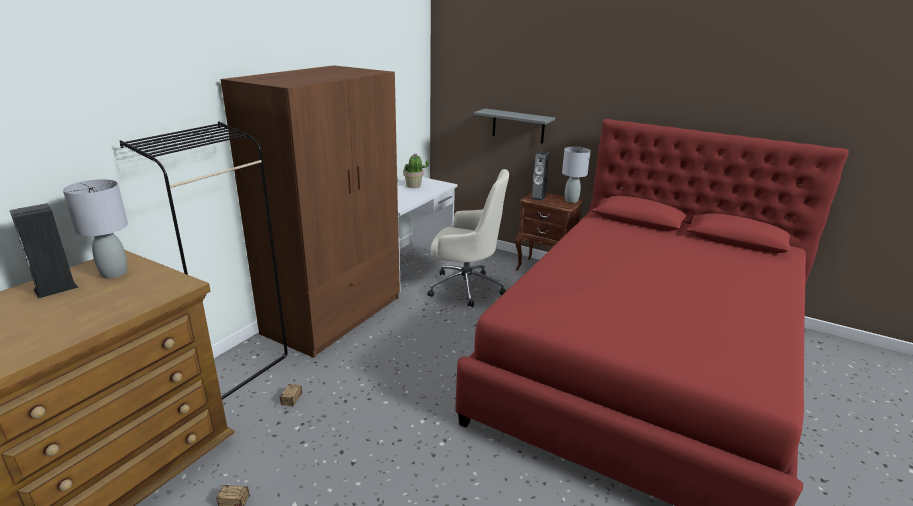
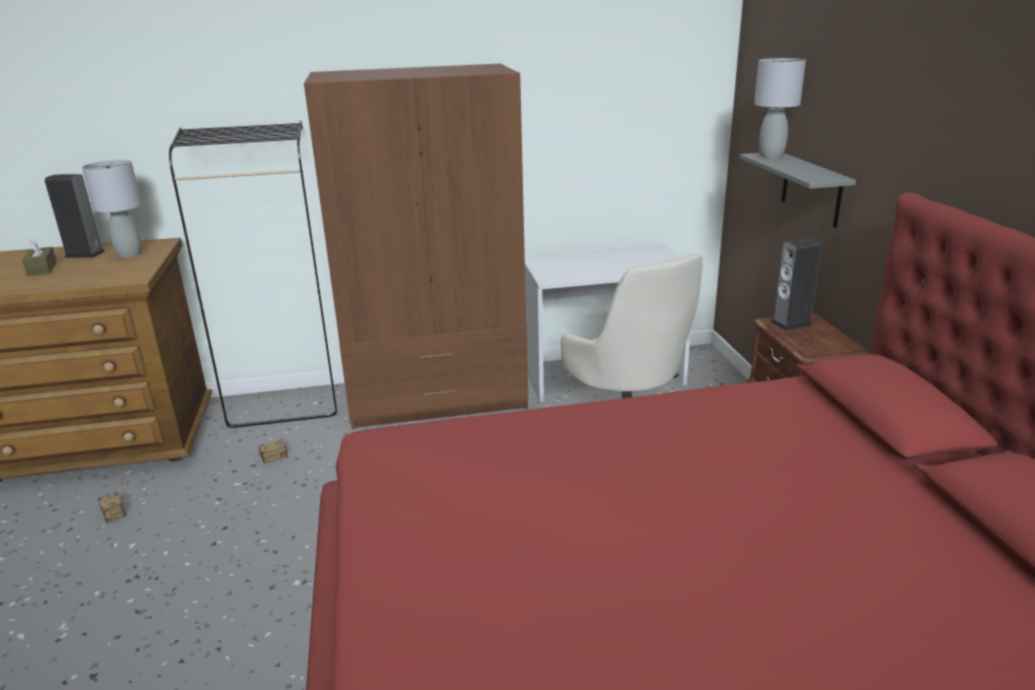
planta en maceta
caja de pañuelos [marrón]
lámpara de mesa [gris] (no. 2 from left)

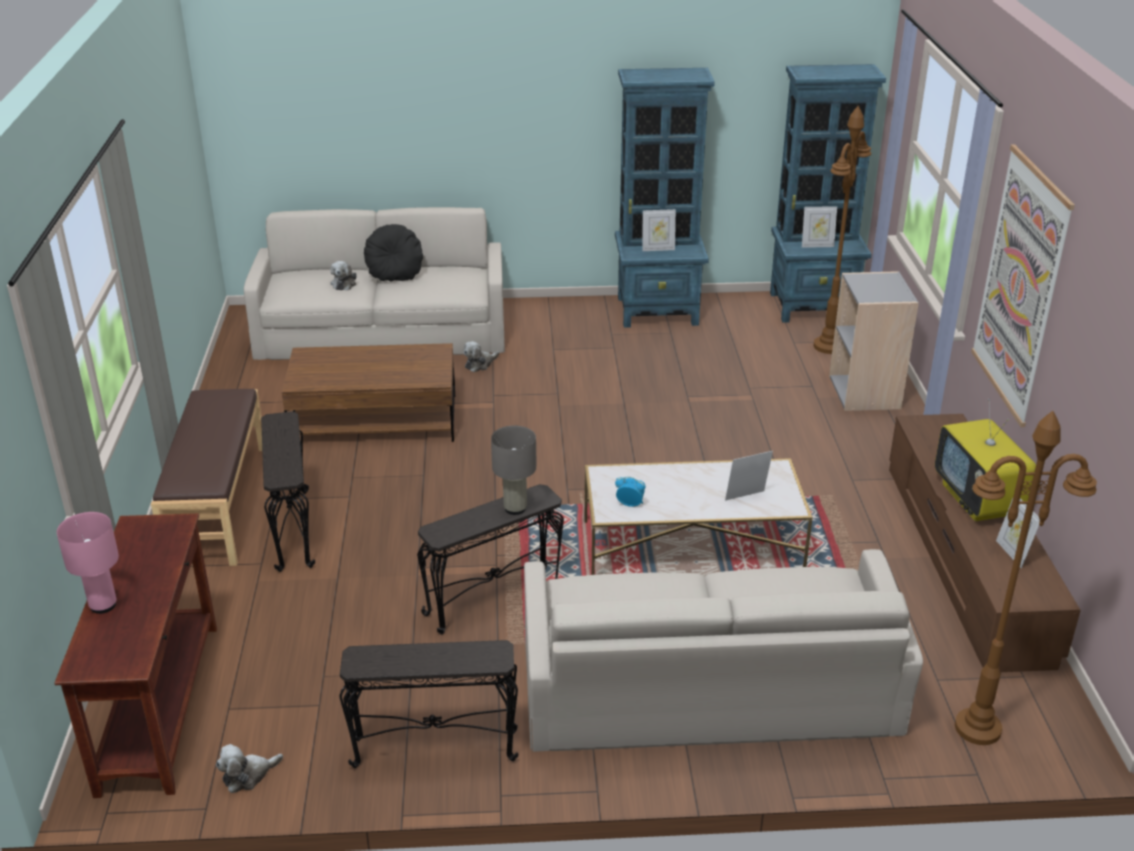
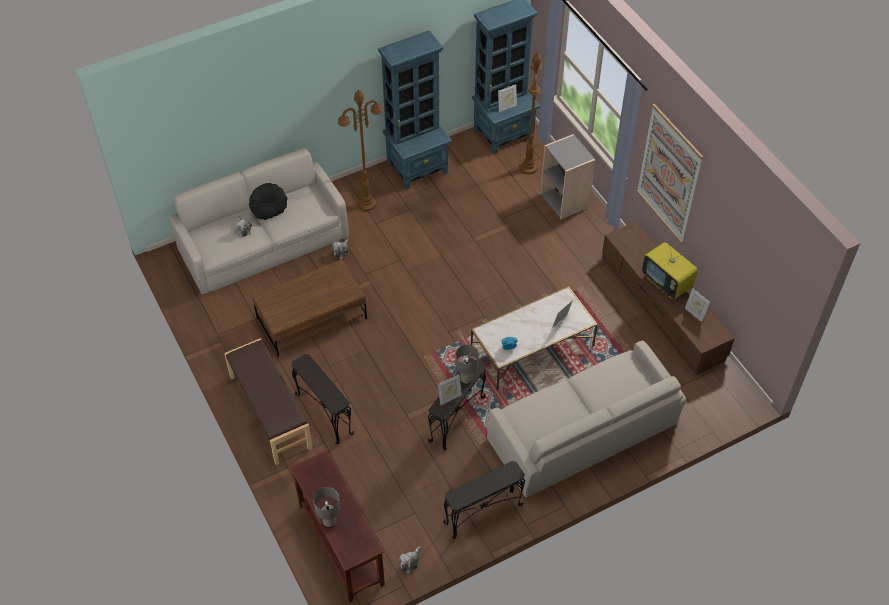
portarretratos (no. 1 from left)
lámpara de pie [marrón] (no. 1 from left)
lámpara de mesa [gris] (no. 1 from left)

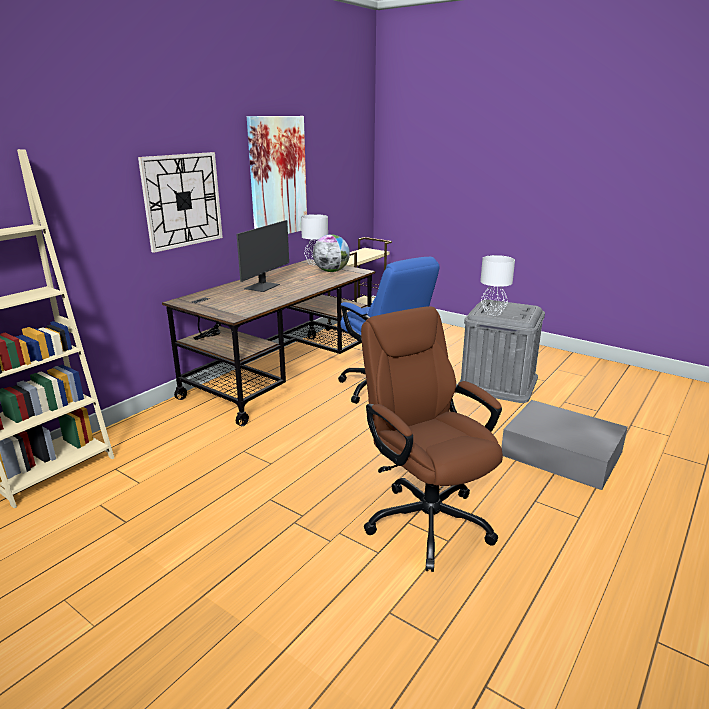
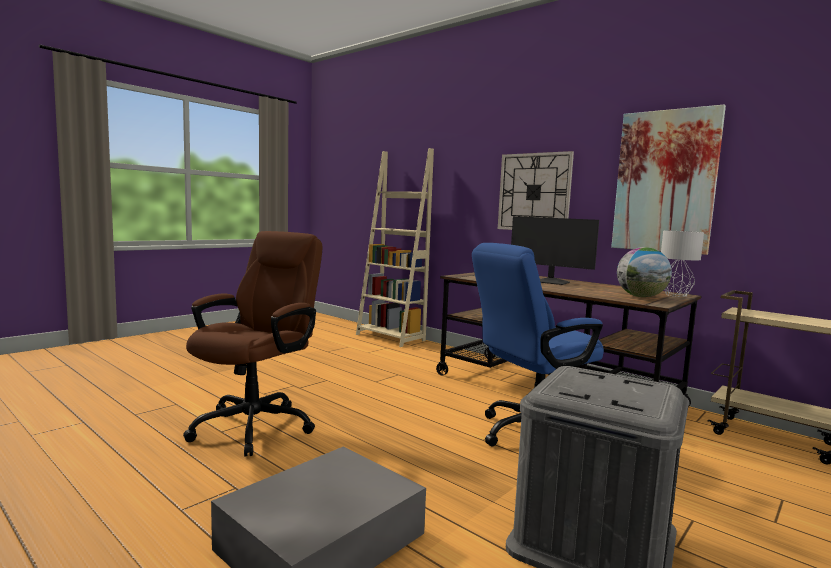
lámpara de mesa [gris] (no. 2 from left in the first image)
silla de oficina [marrón]

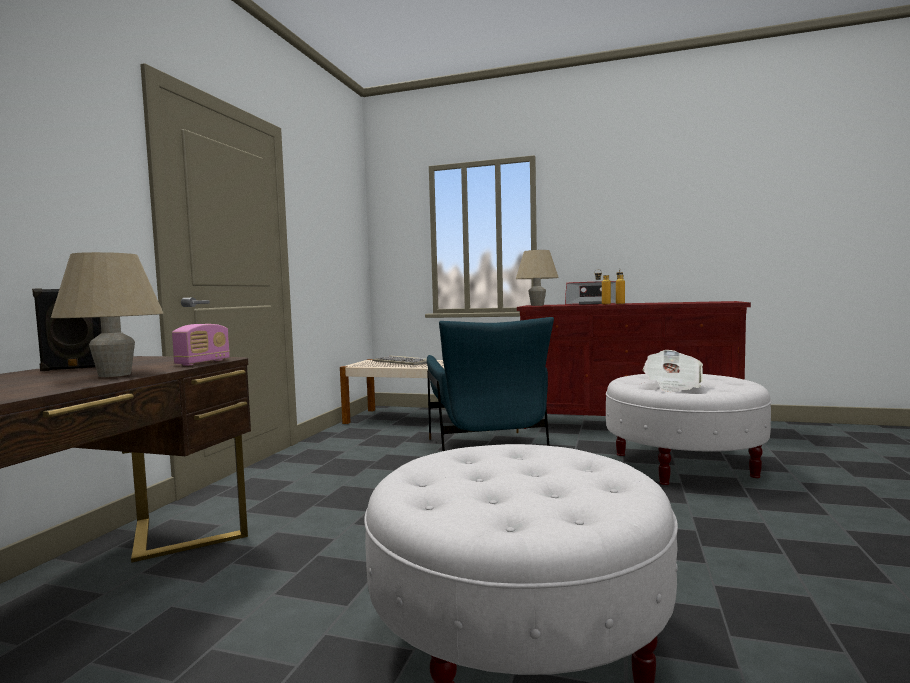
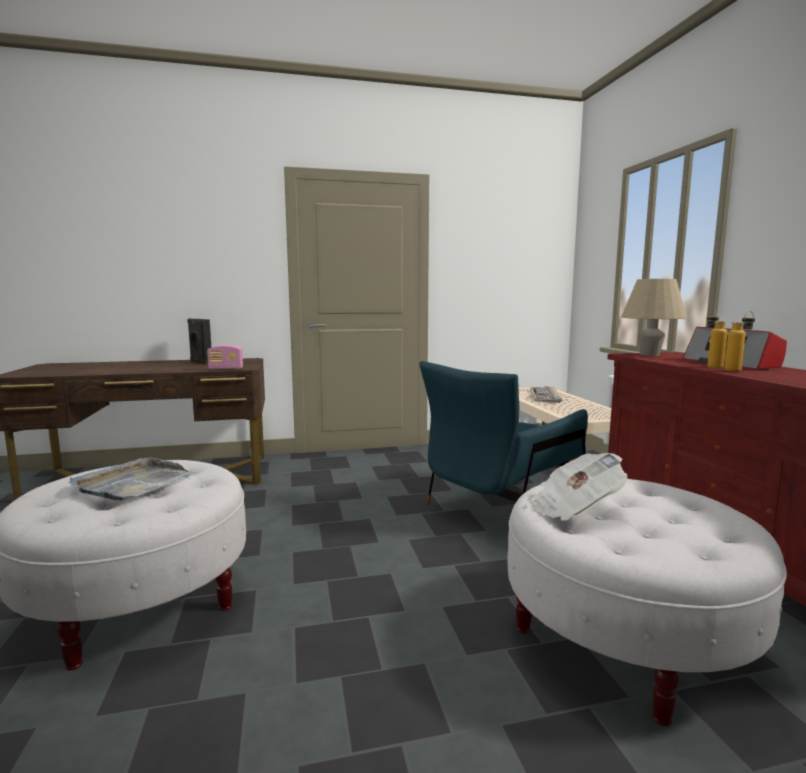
lámpara de mesa [beis] (no. 1 from left in the first image)
bandeja [gris]

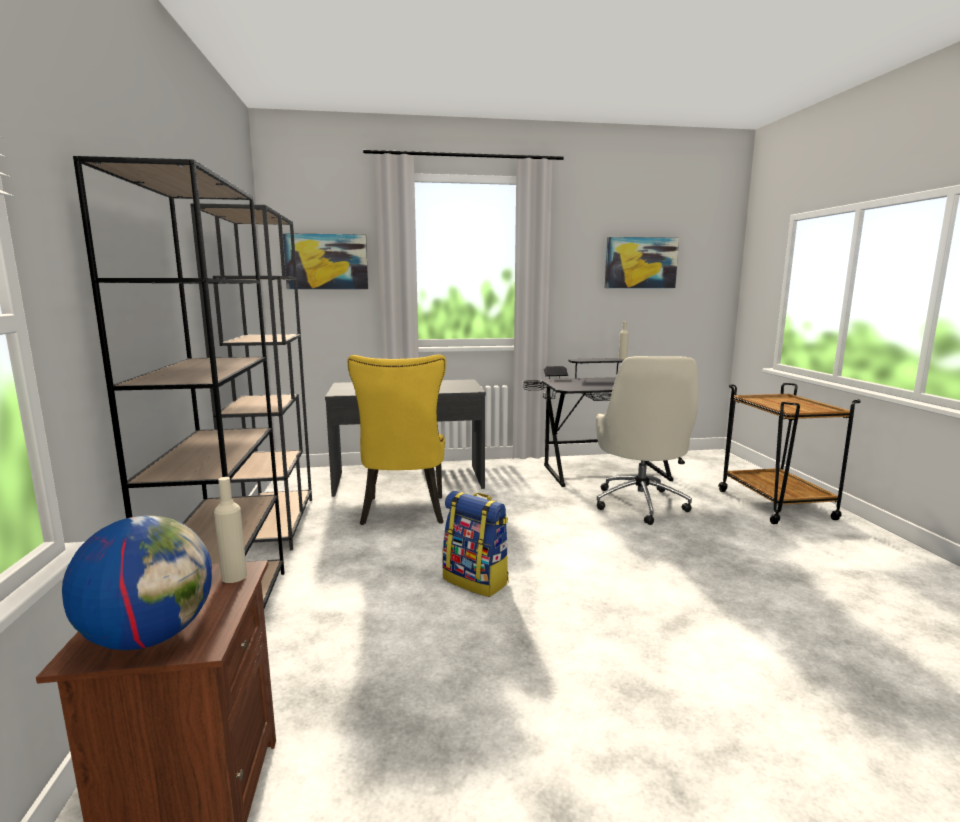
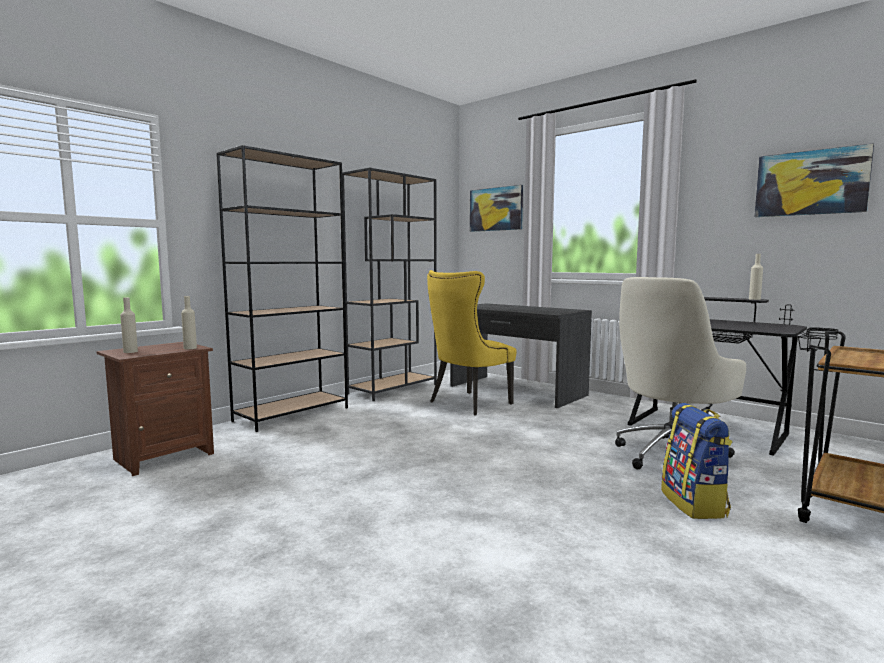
mochila
botella [beis] (no. 1 from left)

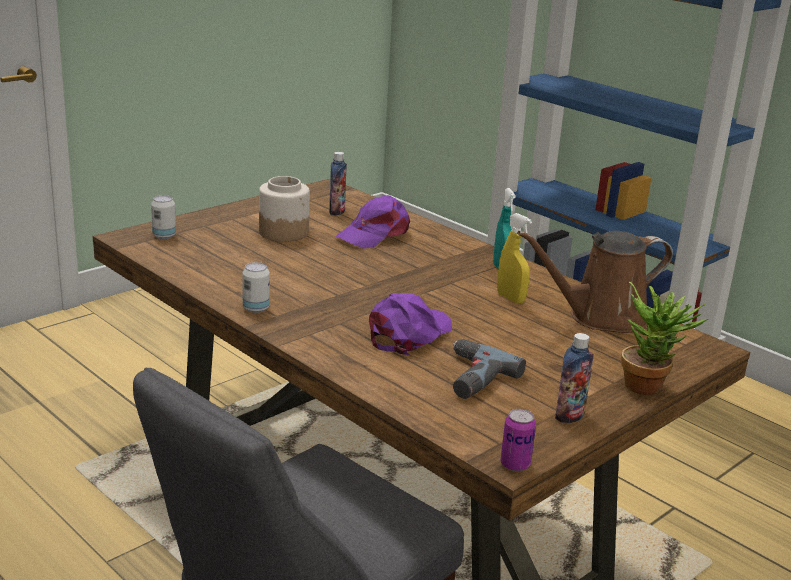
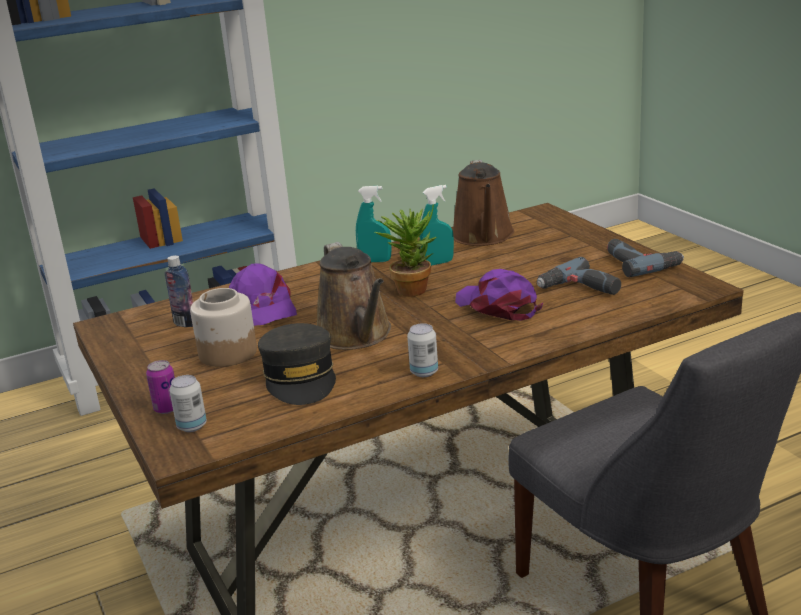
gorra [gris]
regadera [marrón] (no. 1 from left)
lata (no. 1 from left)
planta en maceta
taladro (no. 2 from left)
pulverizador [turquesa] (no. 2 from left)

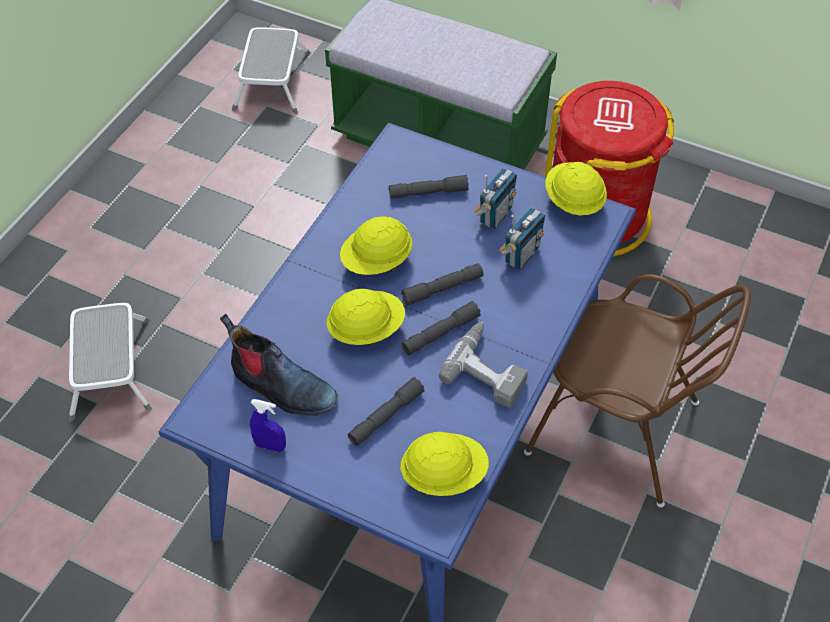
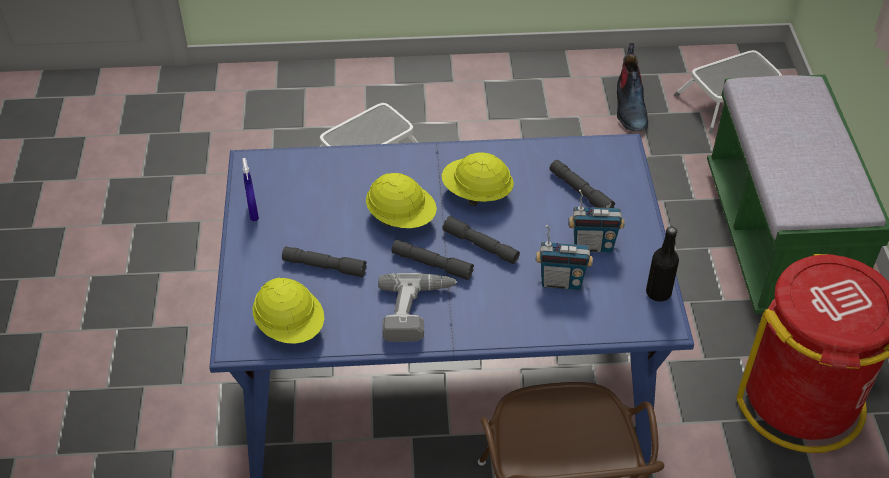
bota
botella [negro]

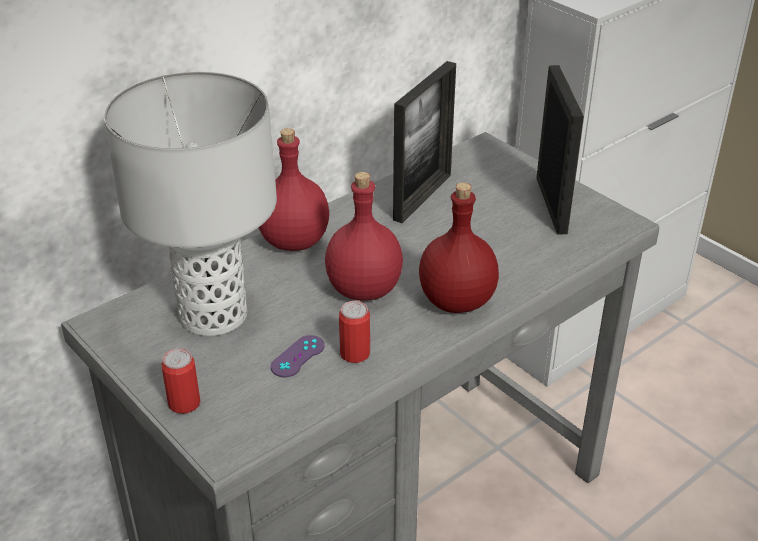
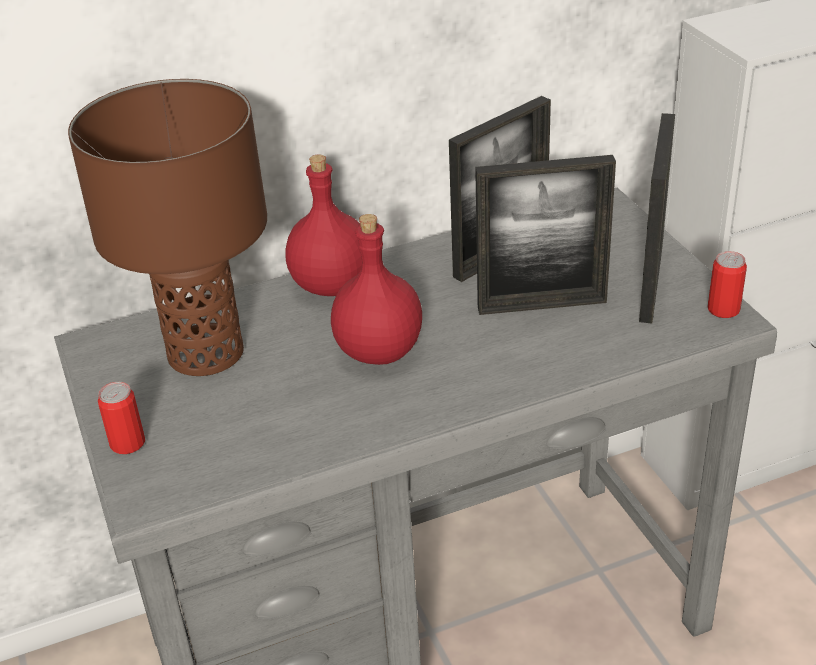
mando de consola [morado]
botella [rojo] (no. 3 from left in the first image)
portarretratos (no. 2 from left)
lata (no. 2 from left)
lámpara de mesa [marrón]

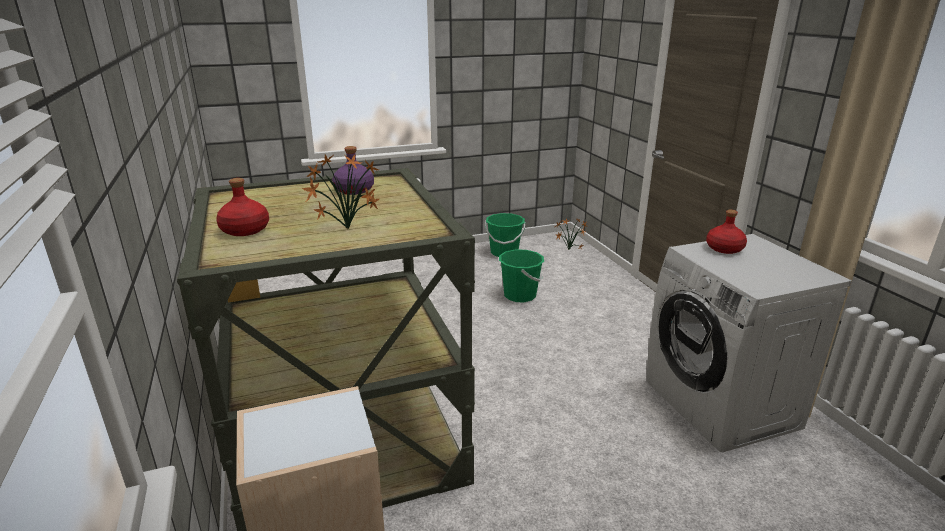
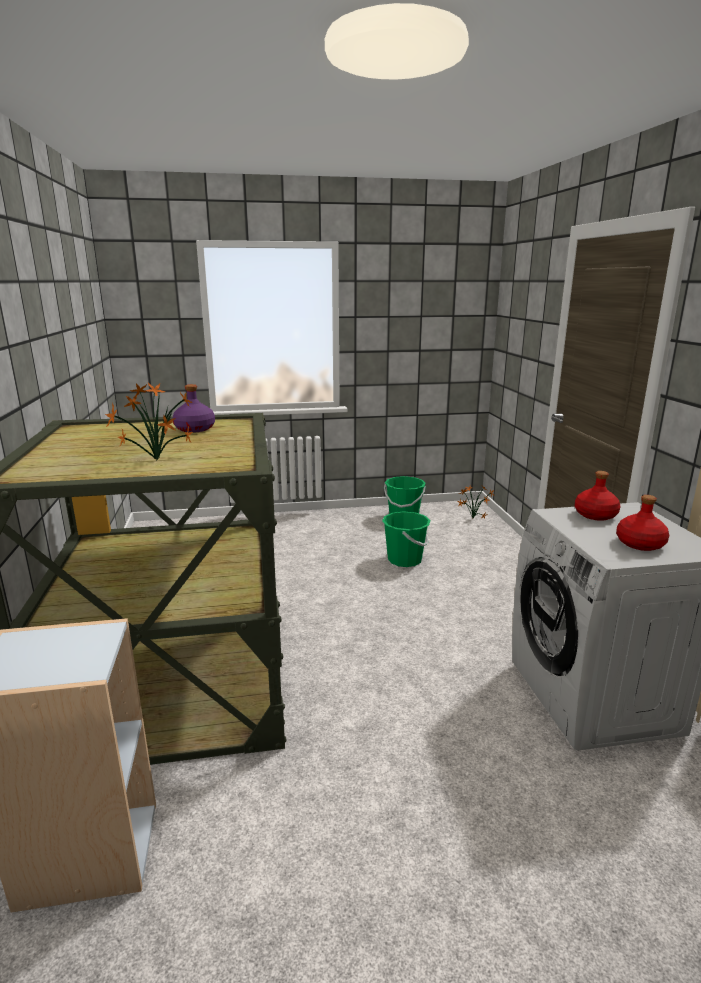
botella [rojo] (no. 2 from left)

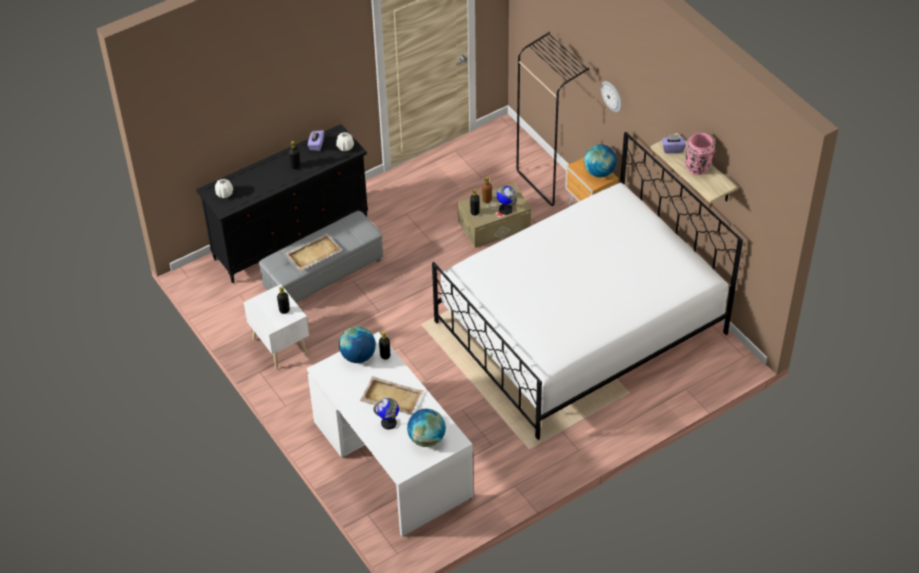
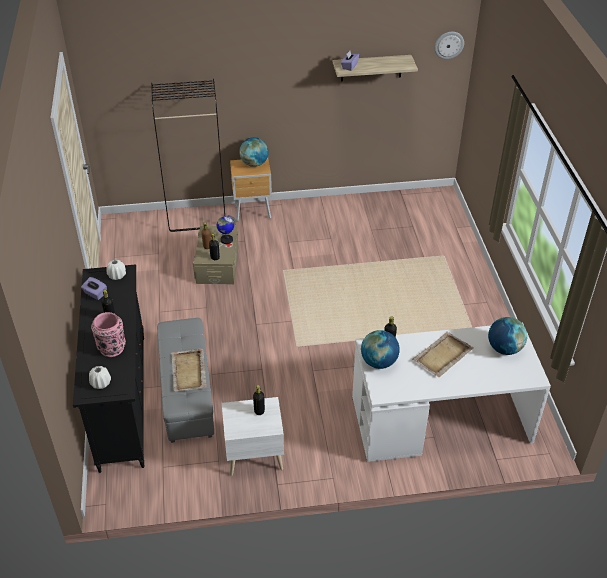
globo terráqueo (no. 2 from left in the first image)
cama [blanco]
reloj de pared
florero [rosa]

